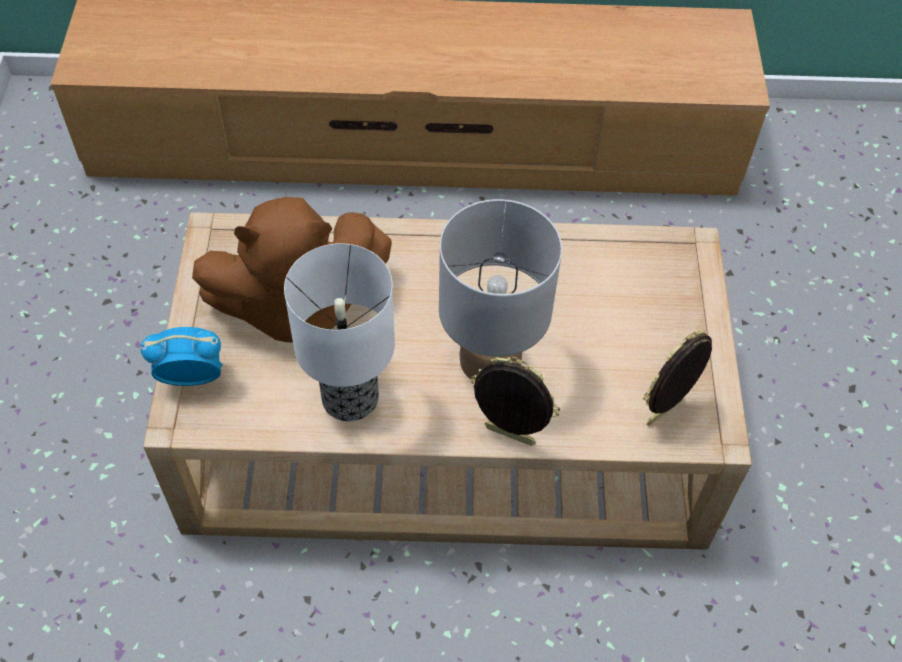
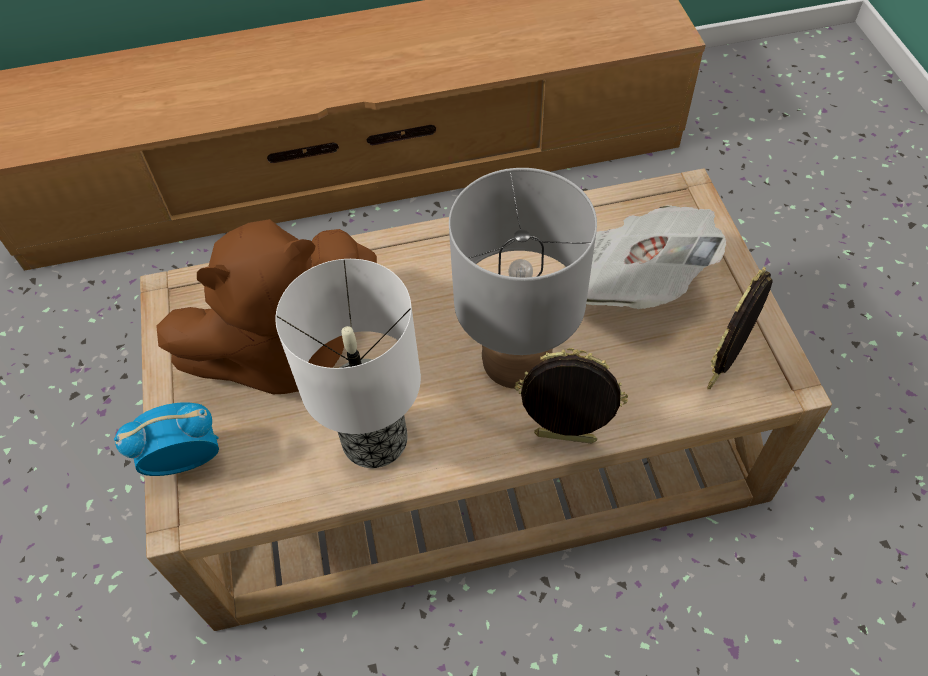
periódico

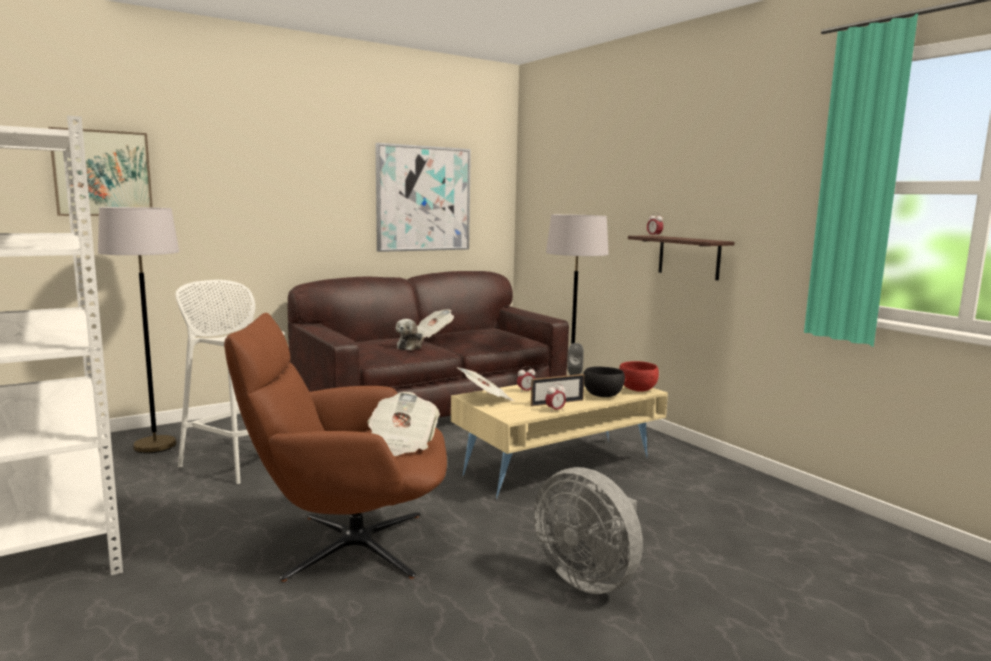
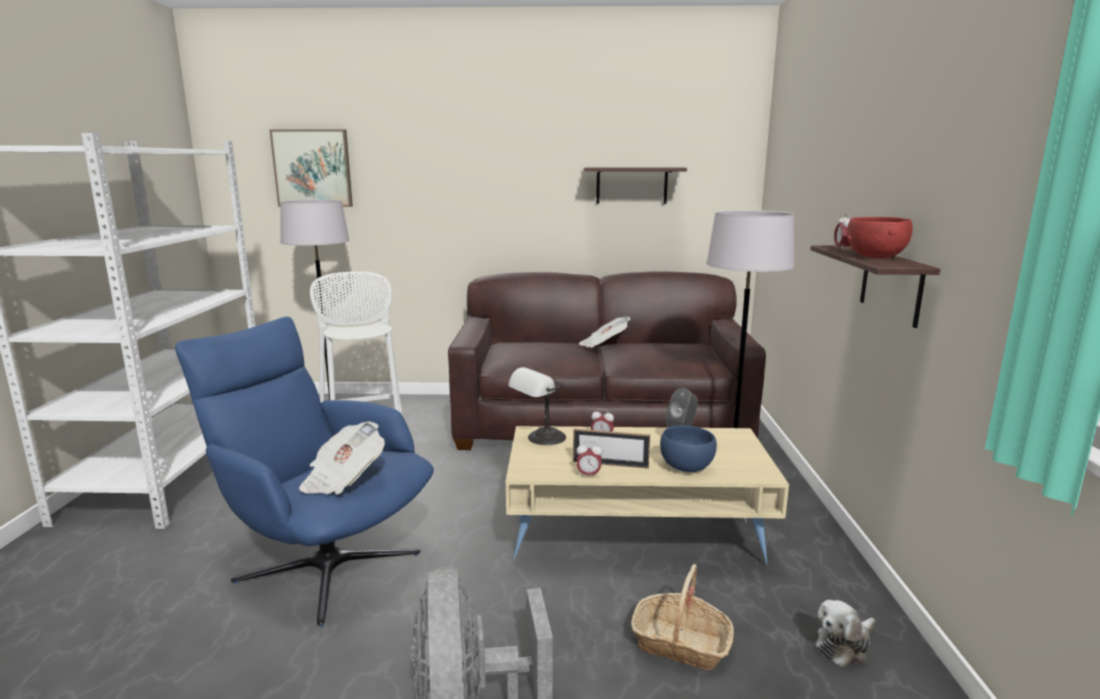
cesta
peluche
cuenco [rojo]
estante (no. 1 from left)
lámpara de mesa
sillón [azul]
cuenco [azul]

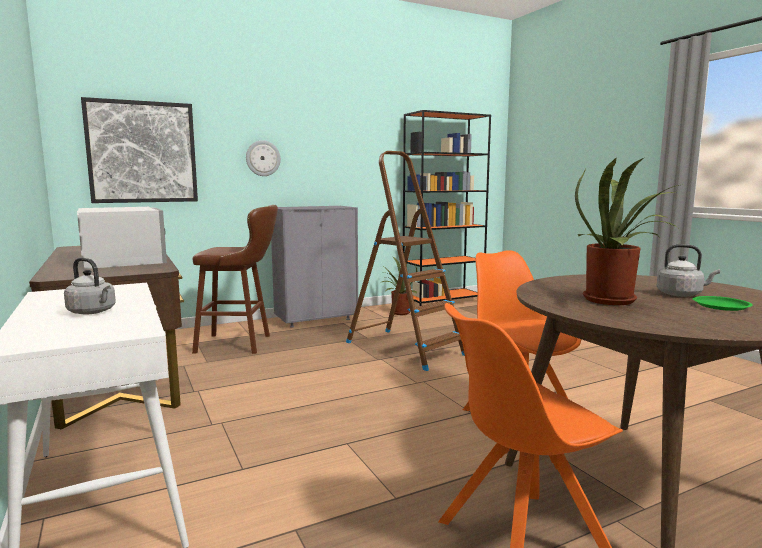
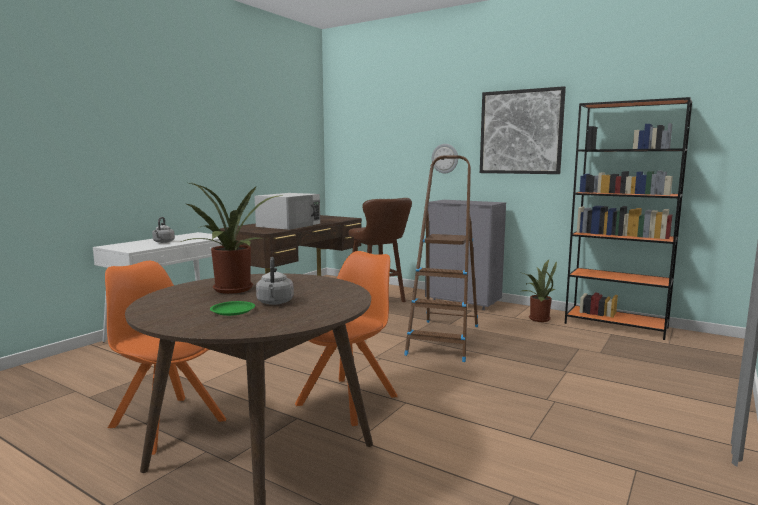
cuadro

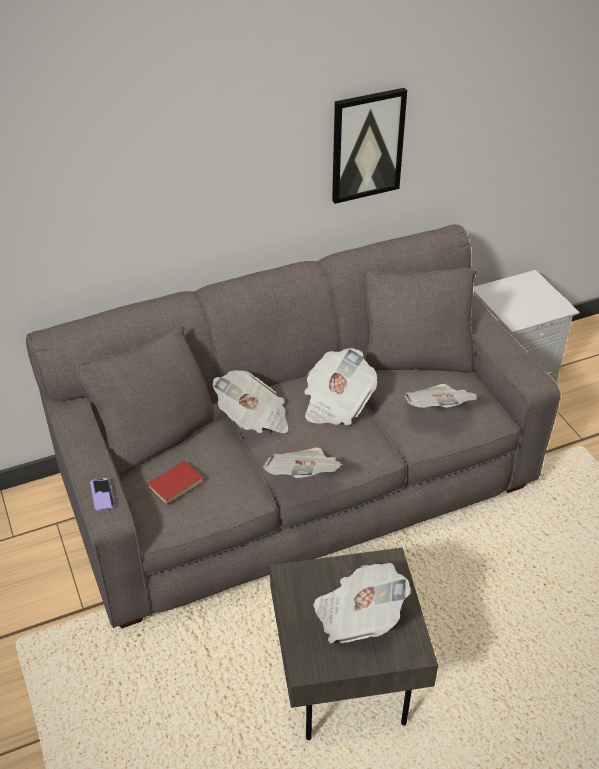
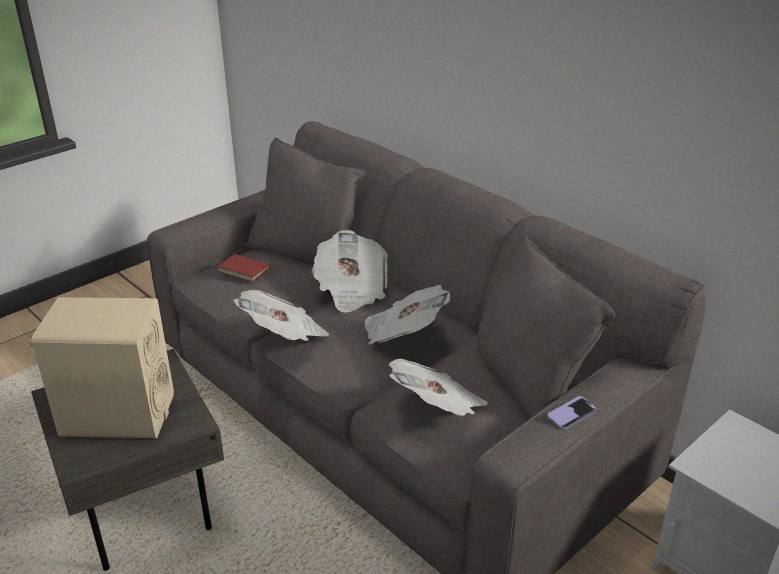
cuadro
móvil
altavoz [beis]

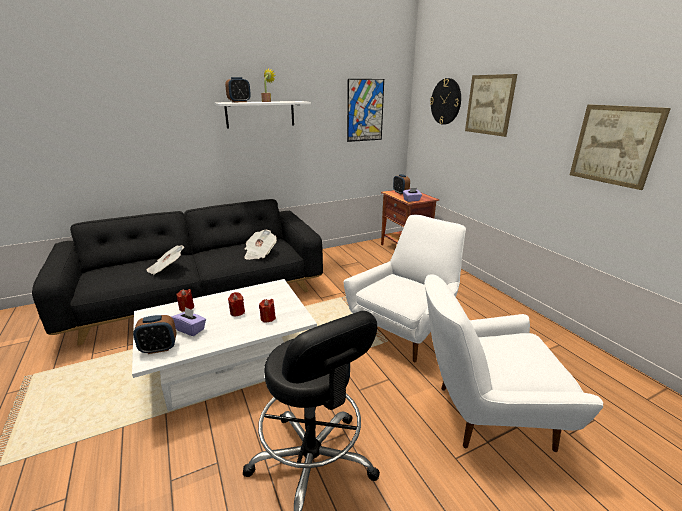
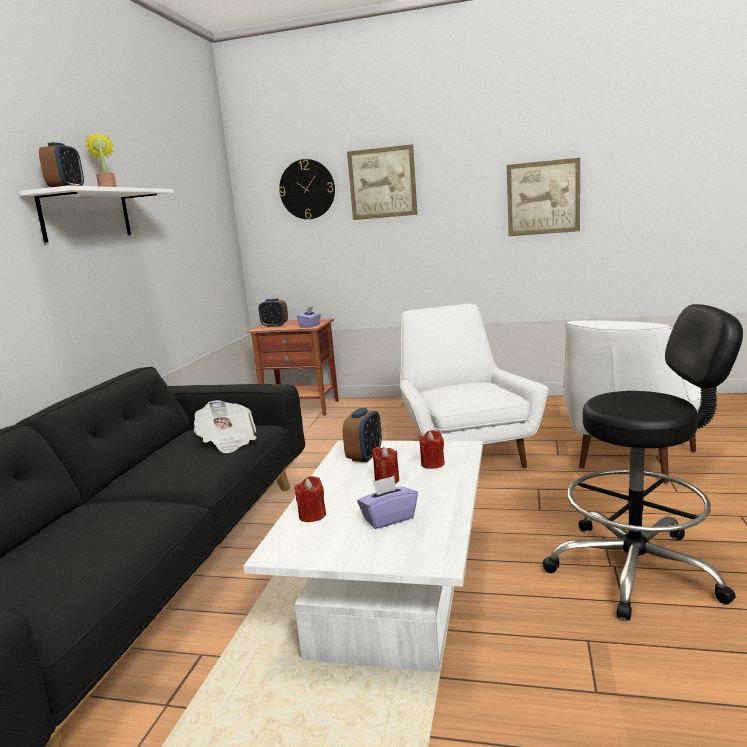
periódico (no. 1 from left in the first image)
cuadro (no. 1 from left in the first image)
despertador (no. 3 from left)

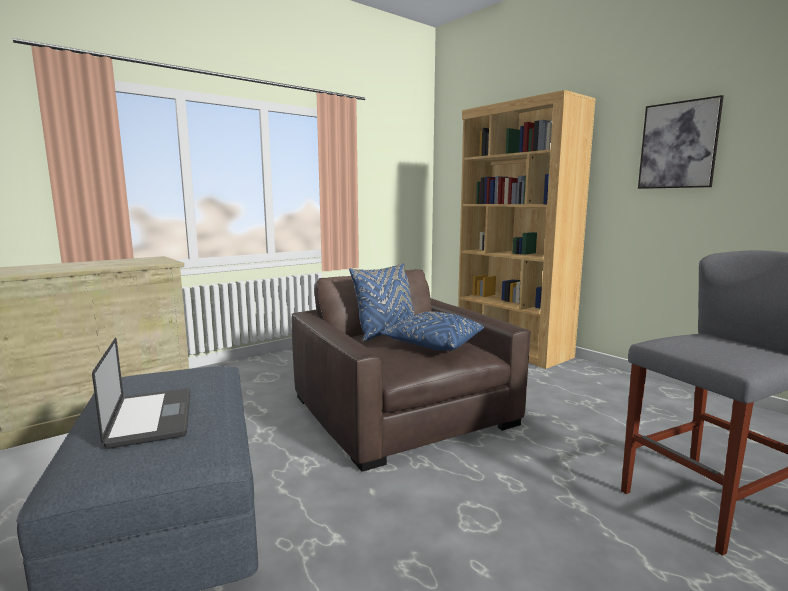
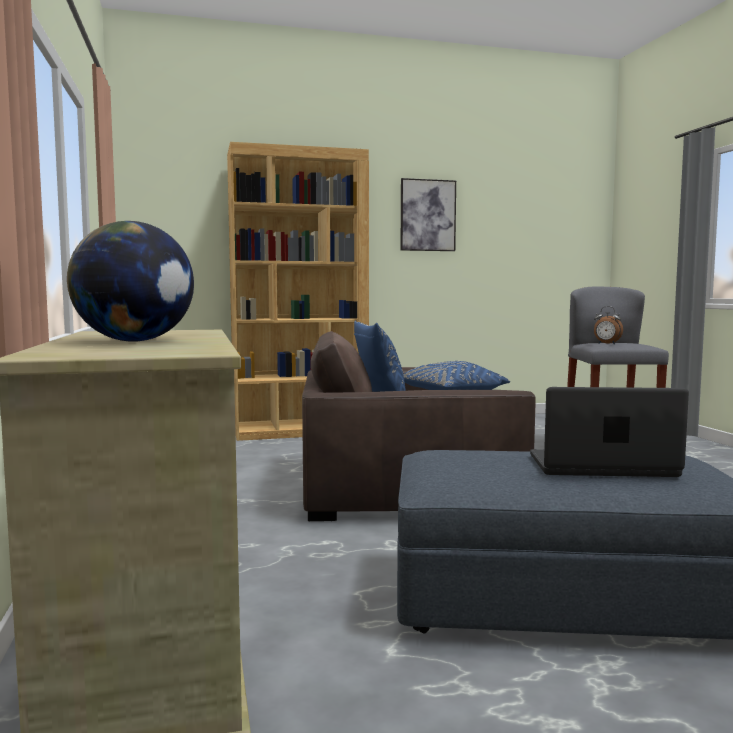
globo terráqueo
despertador

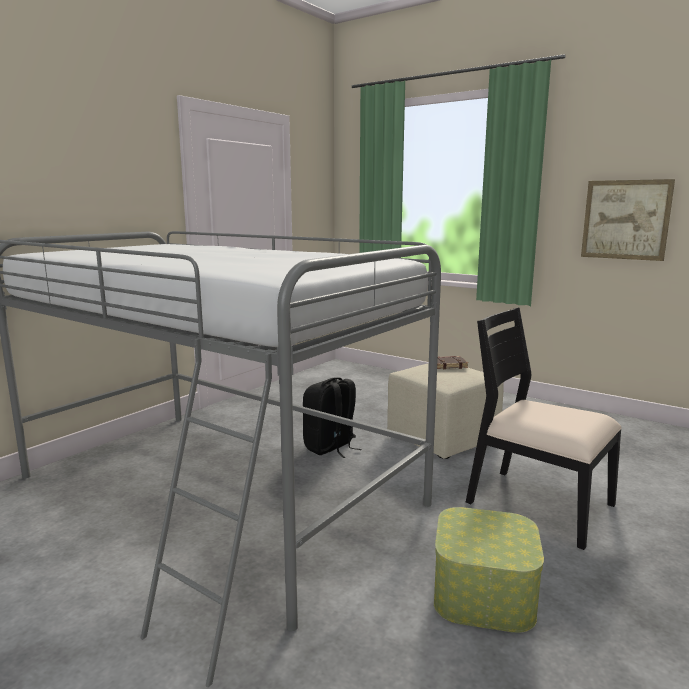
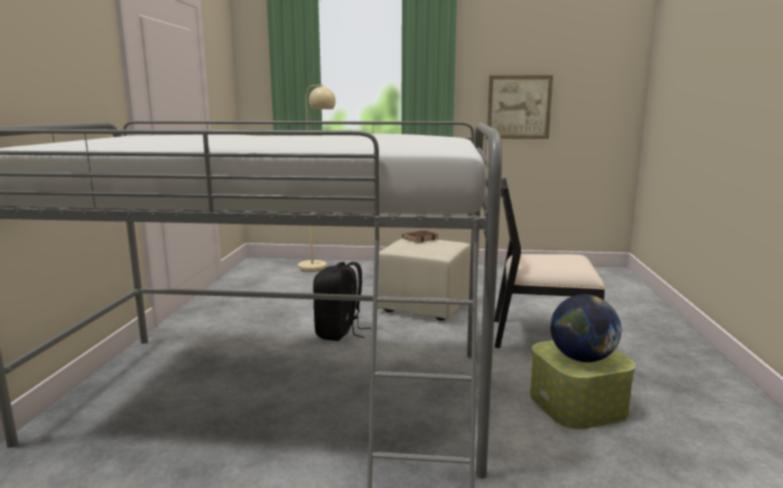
lámpara de pie [beis]
globo terráqueo

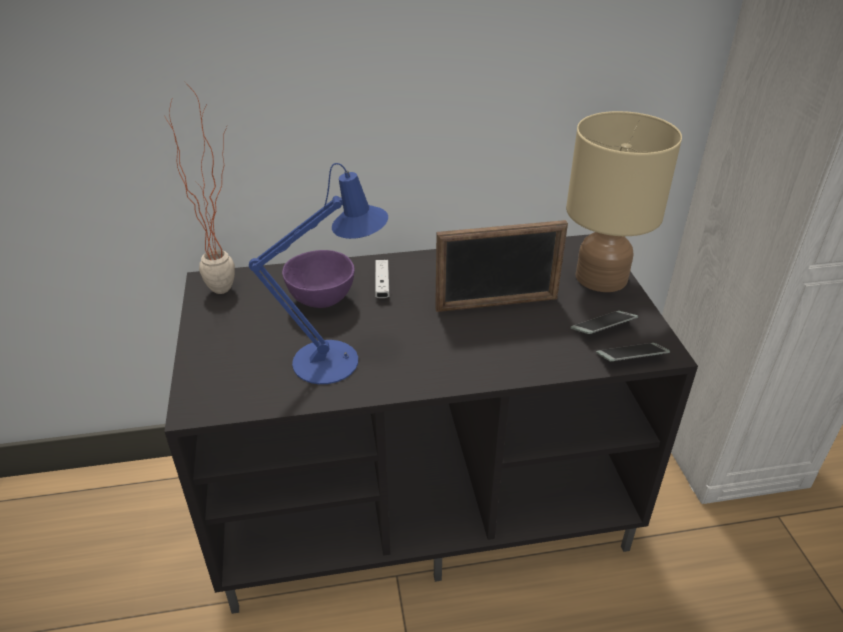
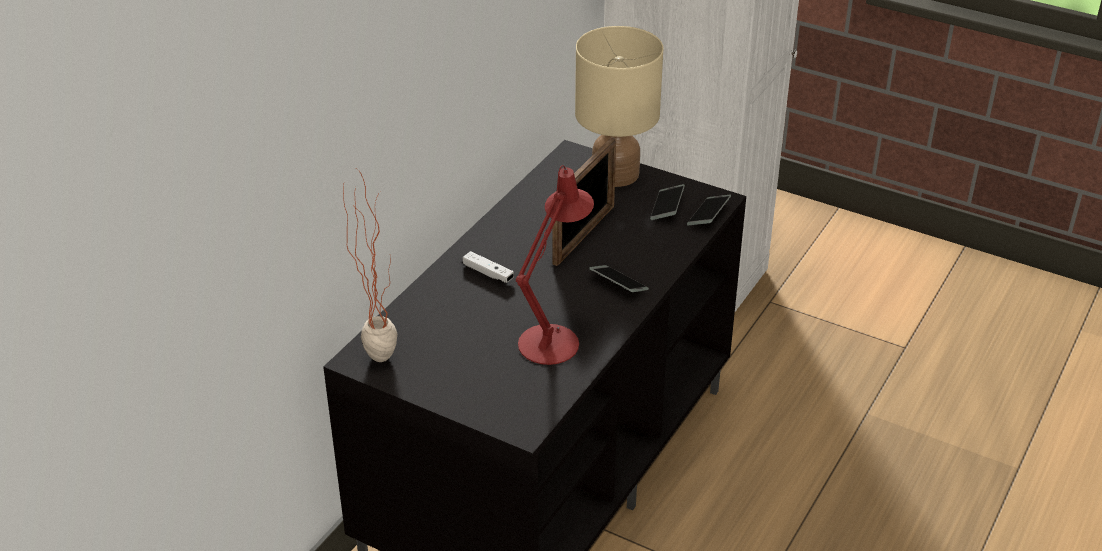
cuenco [morado]
móvil (no. 1 from left)
lámpara de mesa [rojo]

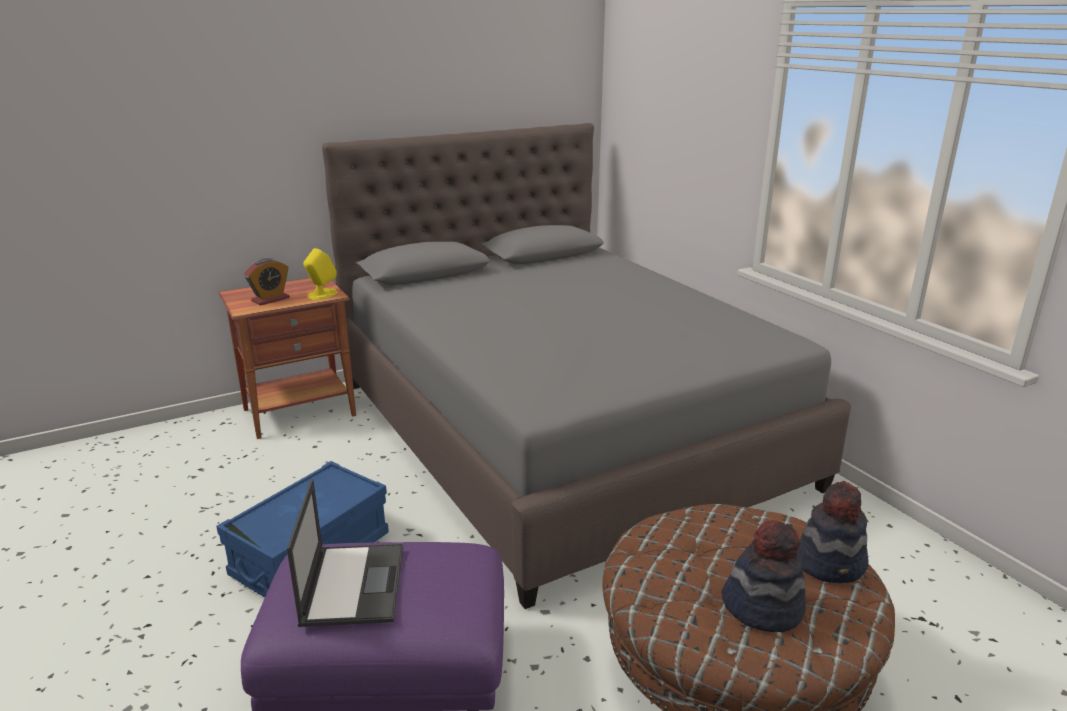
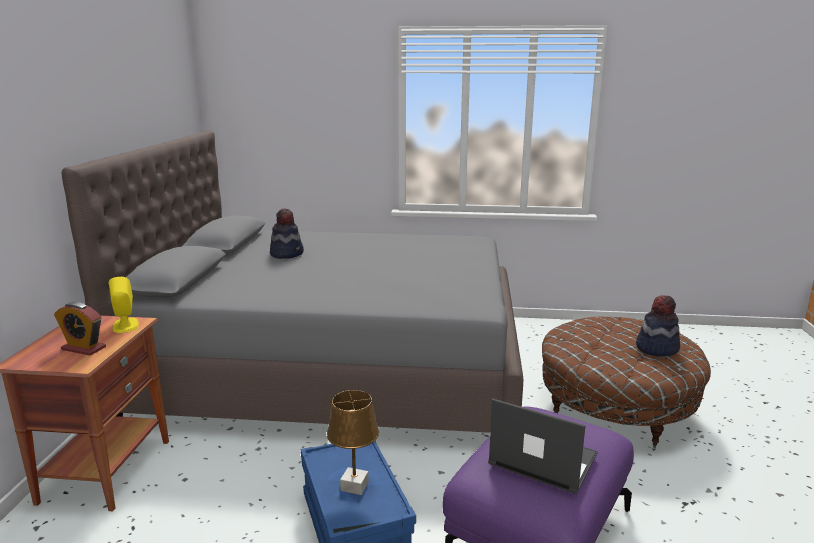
lámpara de mesa [marrón]
sombrero (no. 1 from left)
despertador

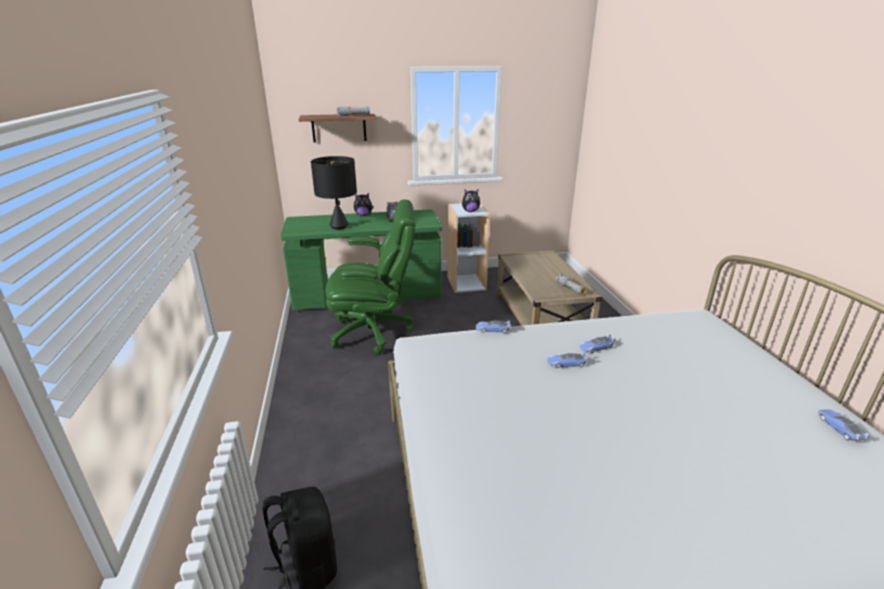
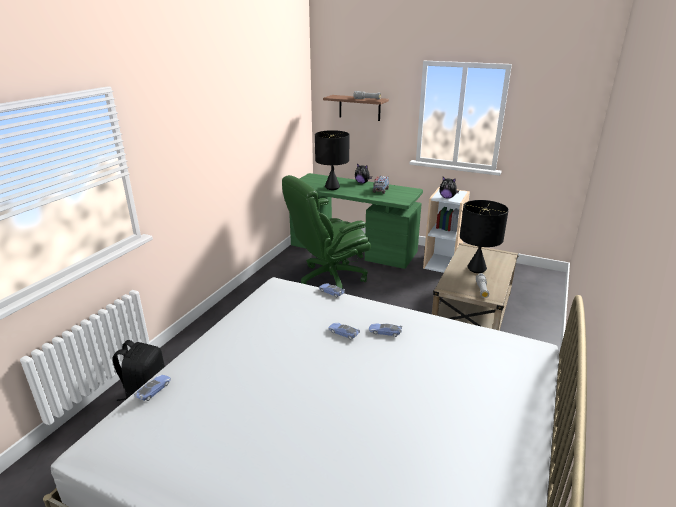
lámpara de mesa [negro] (no. 2 from left)
coche de juguete (no. 1 from left)
silla de oficina [verde]

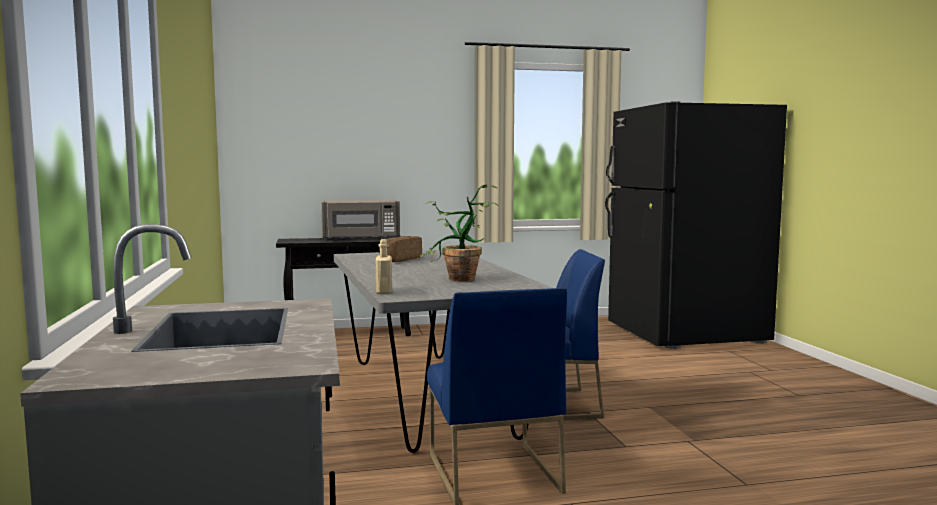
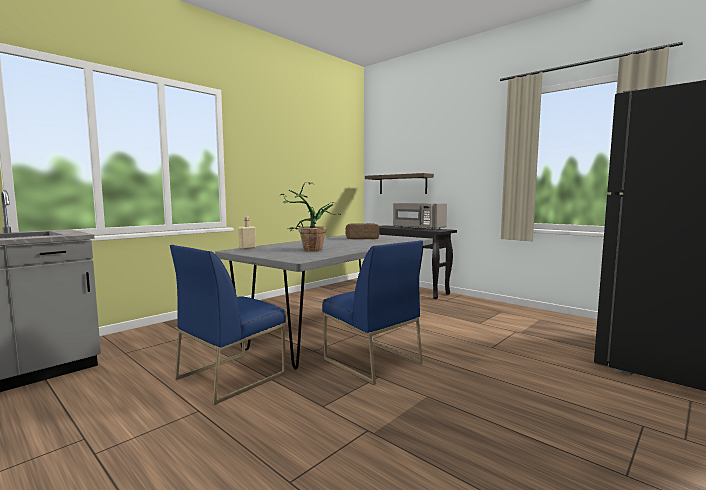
estante

